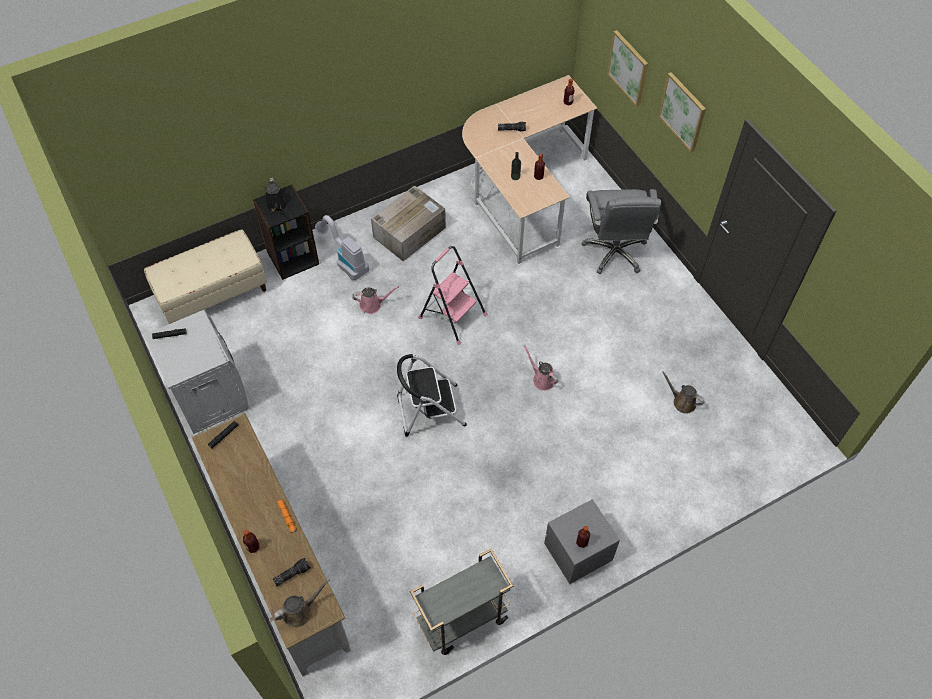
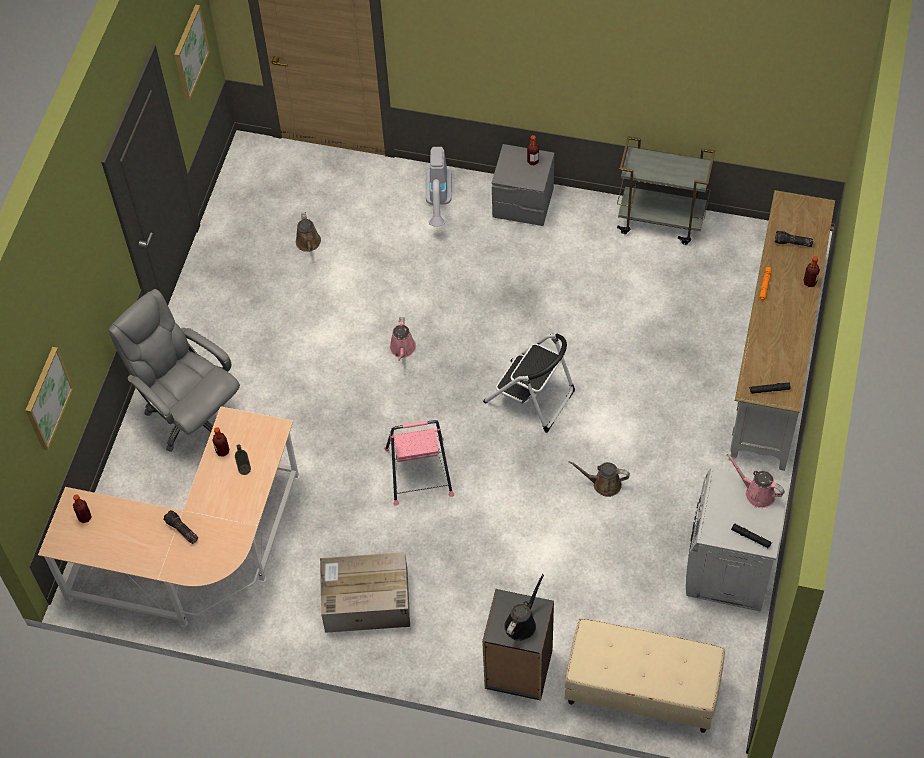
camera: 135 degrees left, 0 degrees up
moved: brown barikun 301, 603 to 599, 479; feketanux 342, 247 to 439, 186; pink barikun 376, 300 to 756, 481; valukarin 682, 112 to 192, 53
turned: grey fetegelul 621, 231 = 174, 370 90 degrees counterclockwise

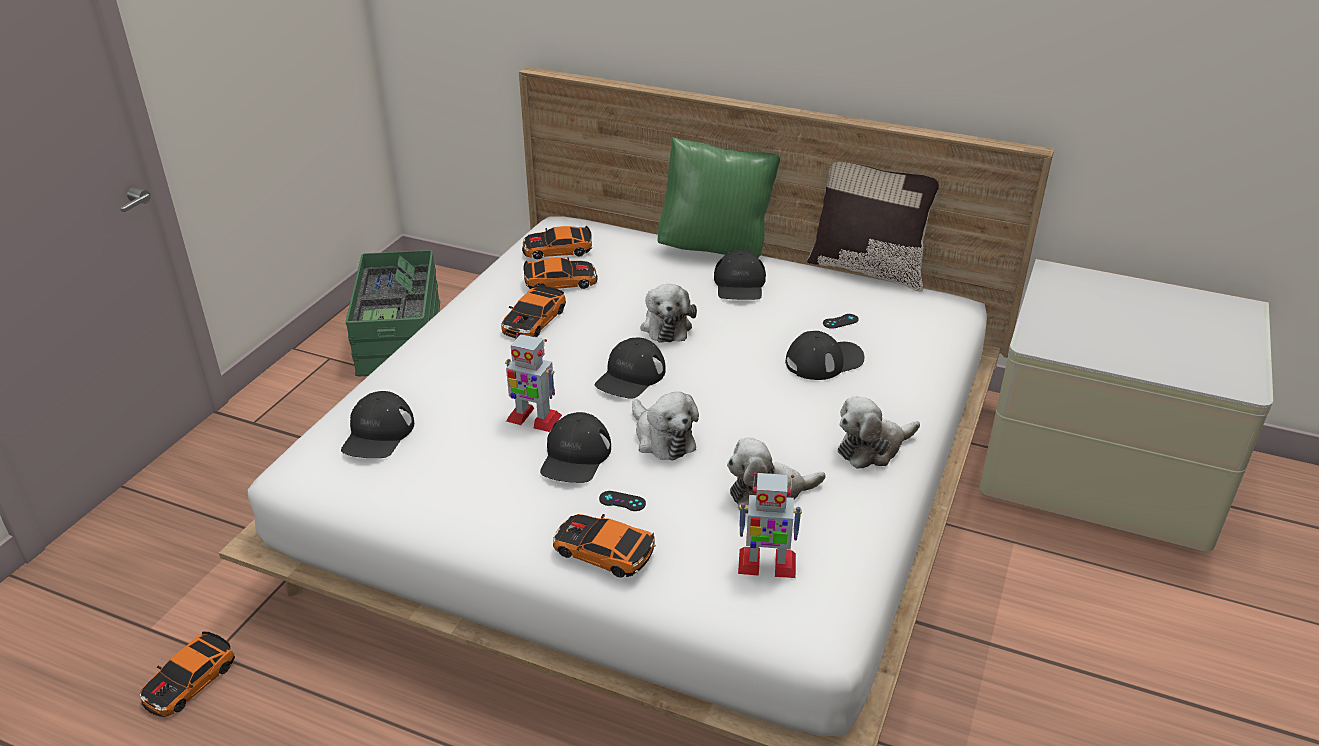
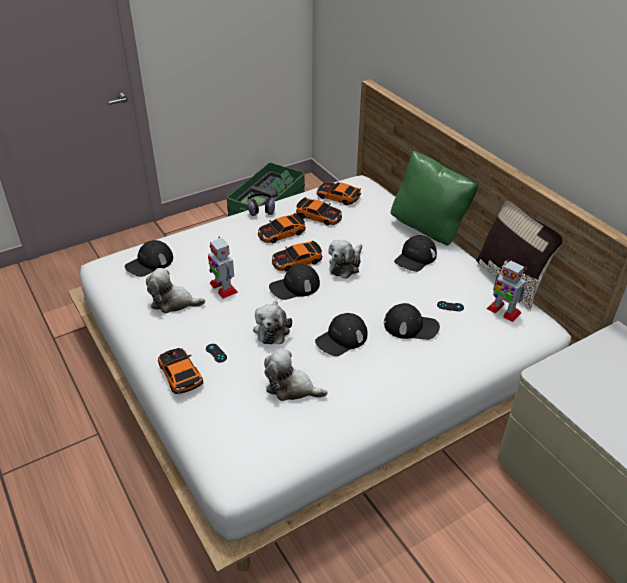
camera: 35 degrees right, 5 degrees up
added: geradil 261, 204
moved: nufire 187, 674 to 297, 256; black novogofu 575, 447 to 341, 334; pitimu 770, 525 to 507, 290; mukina 879, 432 to 175, 290

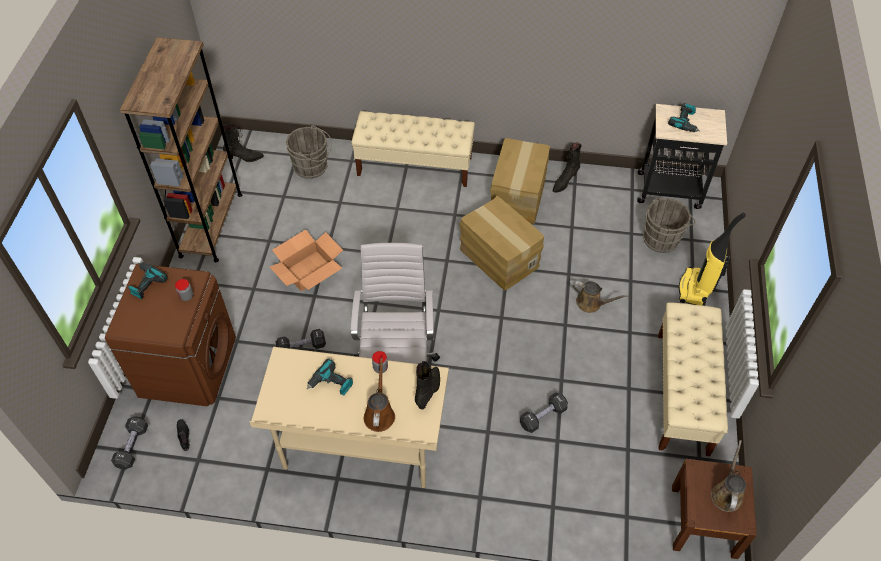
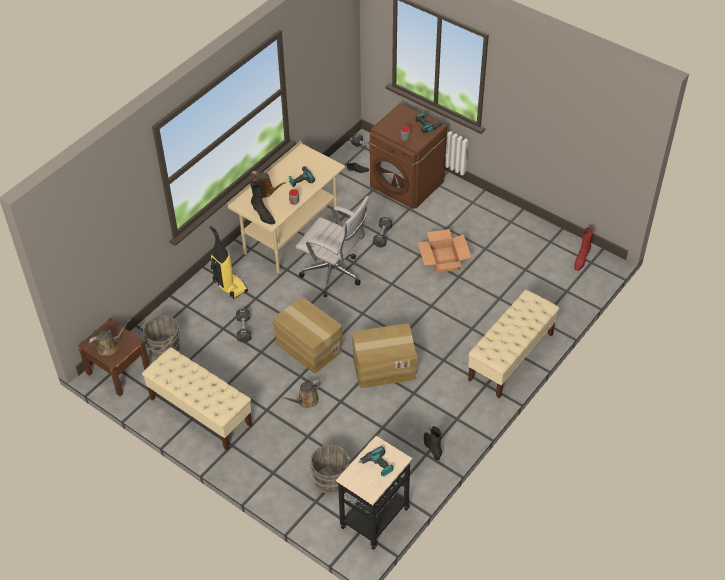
camera: 120 degrees right, 5 degrees down
removed: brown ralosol 181, 149
moved: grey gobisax 309, 152 to 160, 337; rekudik 520, 181 to 308, 334; feketanux 712, 259 to 228, 262
recoloured: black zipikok 243, 142 to red zipikok 583, 249
turned: brown barikun 728, 476 = 110, 337 75 degrees counterclockwise

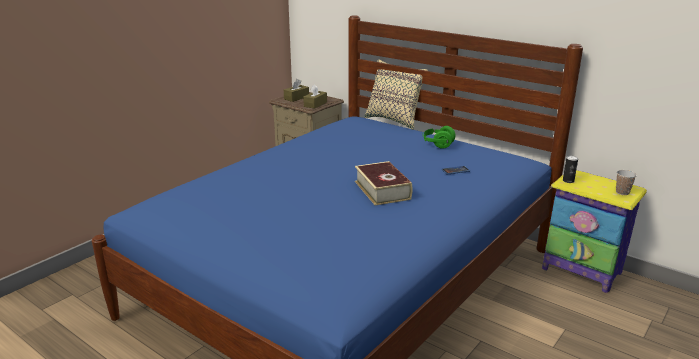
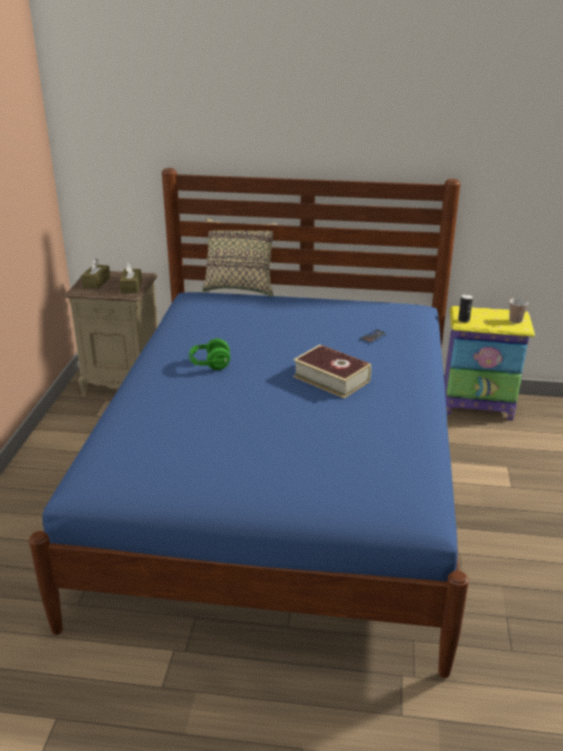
camera: 30 degrees left, 5 degrees up
moved: green geradil 439, 137 to 209, 354

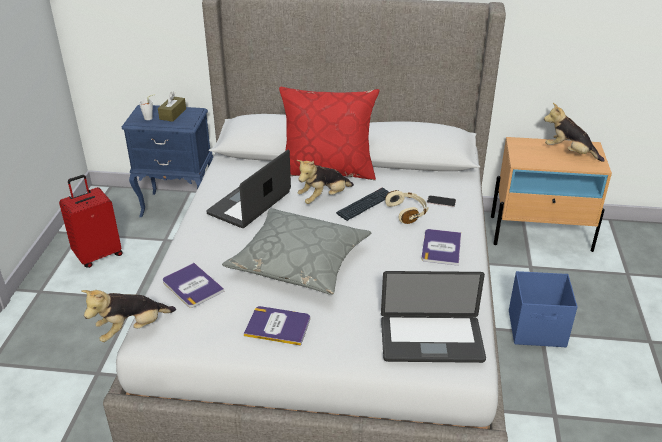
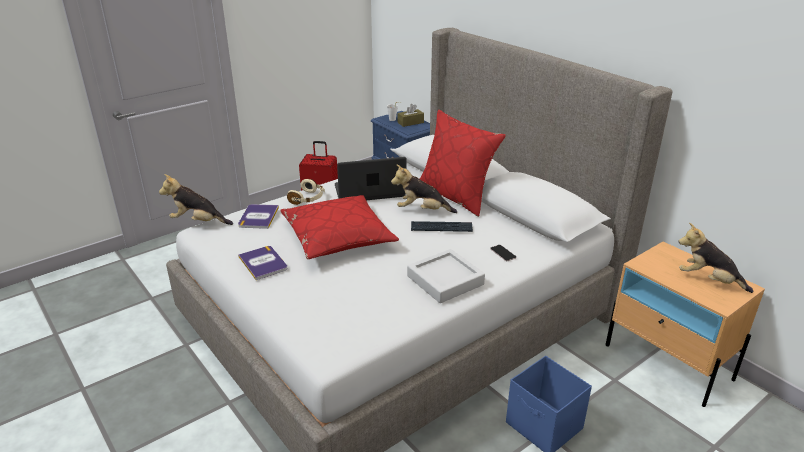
camera: 45 degrees right, 5 degrees down
removed: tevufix 433, 317
moved: beige geradil 406, 207 to 306, 192
replaced: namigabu 441, 247 to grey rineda 446, 276
recoloured: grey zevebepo 296, 251 to red zevebepo 339, 227
turned: mukina 574, 132 = 715, 258 45 degrees counterclockwise

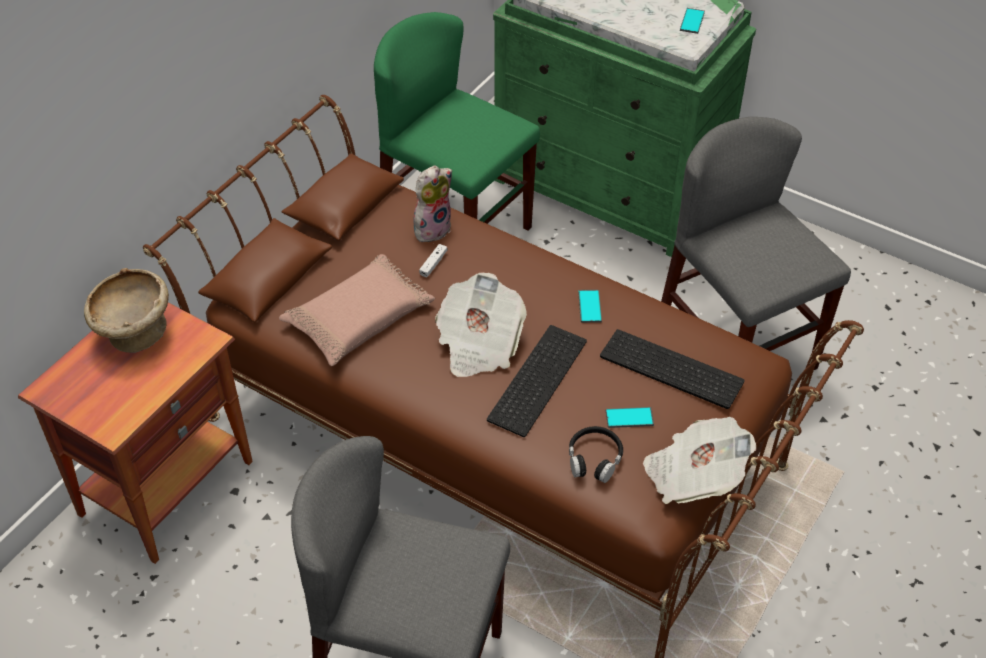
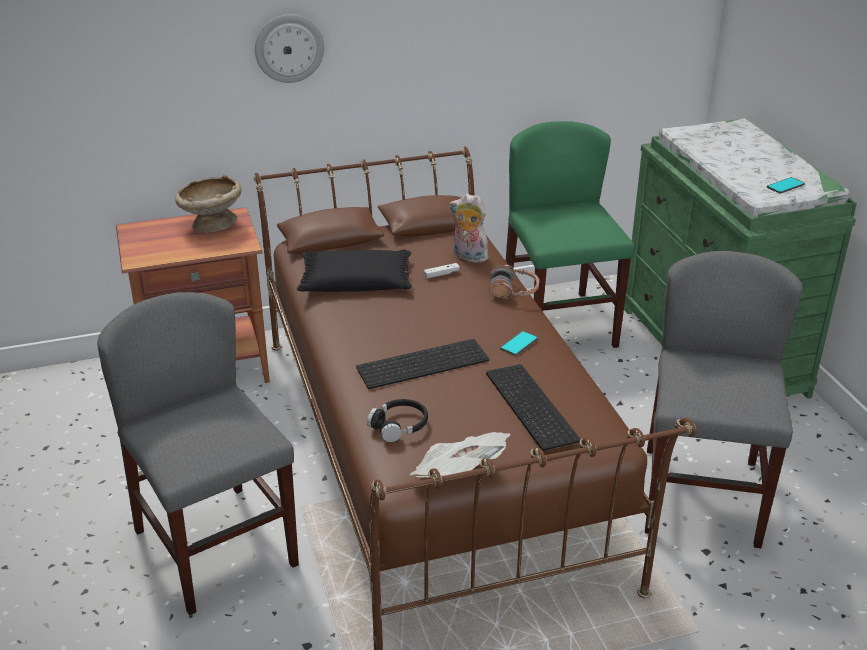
camera: 40 degrees right, 15 degrees down
removed: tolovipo 481, 324; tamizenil 630, 417
added: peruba 289, 48; geradil 514, 282
recoloured: beige zevebepo 357, 310 to black zevebepo 354, 270
turned: mukina 432, 204 = 469, 228 150 degrees counterclockwise

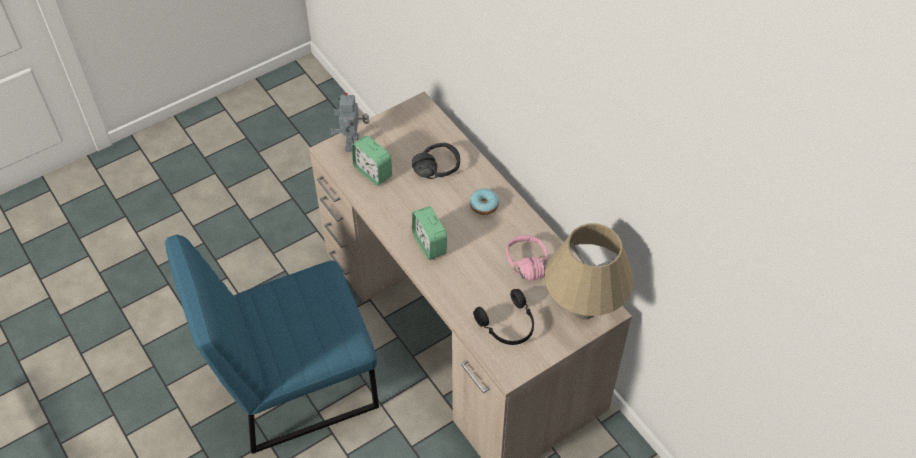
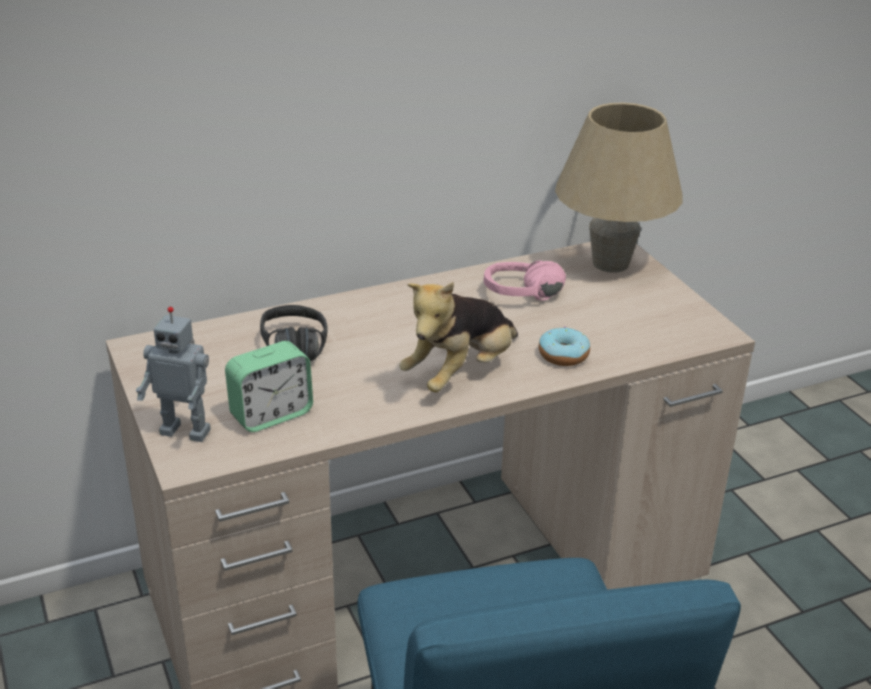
camera: 80 degrees left, 20 degrees down
removed: black geradil 503, 317
moved: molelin 484, 201 to 564, 346
replaced: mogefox 429, 233 to mukina 458, 337

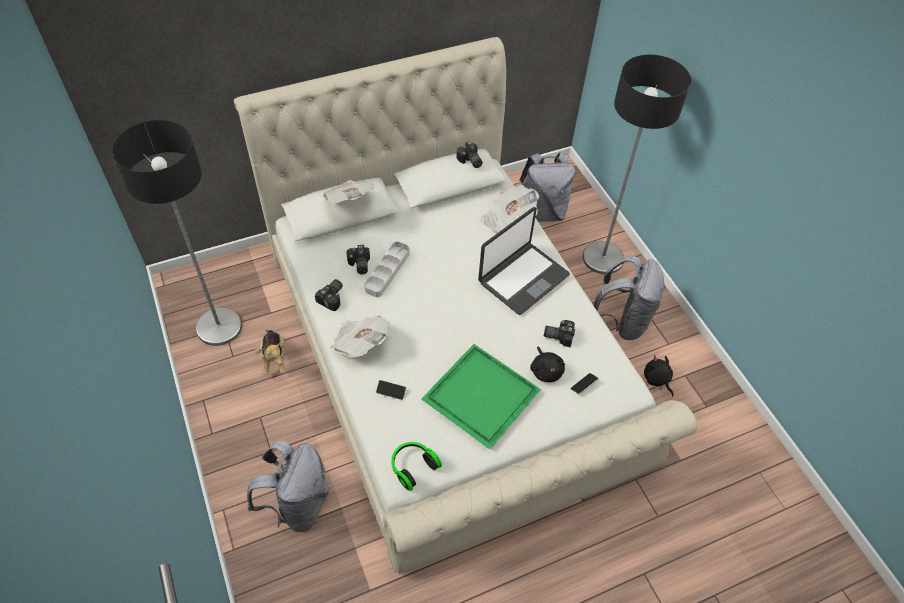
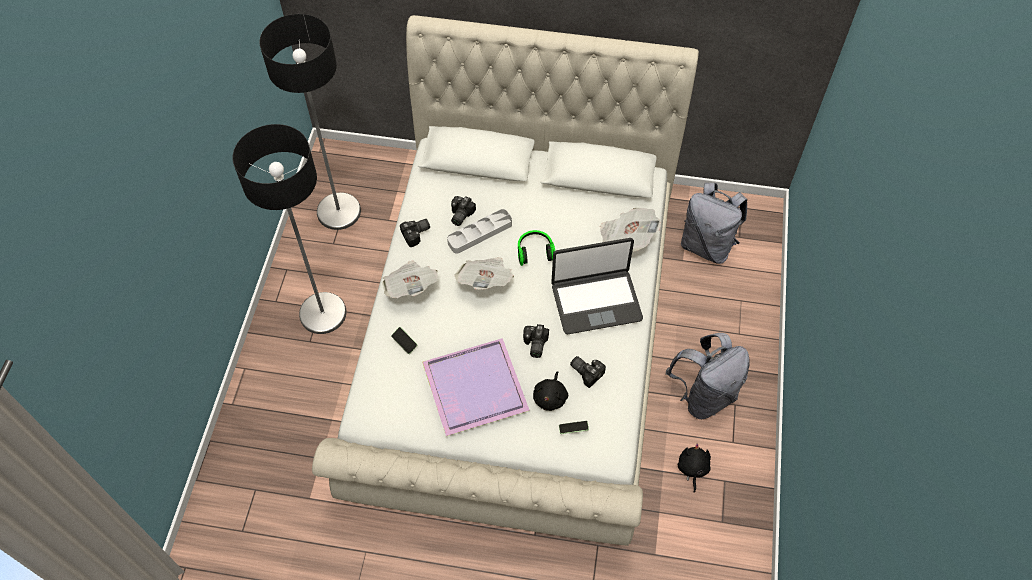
camera: 35 degrees right, 5 degrees up
removed: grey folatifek 288, 486; mukina 270, 352
moved: tolovipo 349, 191 to 484, 273; geradil 416, 466 to 536, 248; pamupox 469, 154 to 536, 341; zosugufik 637, 164 to 289, 229
recoloured: green rineda 481, 396 to purple rineda 476, 387

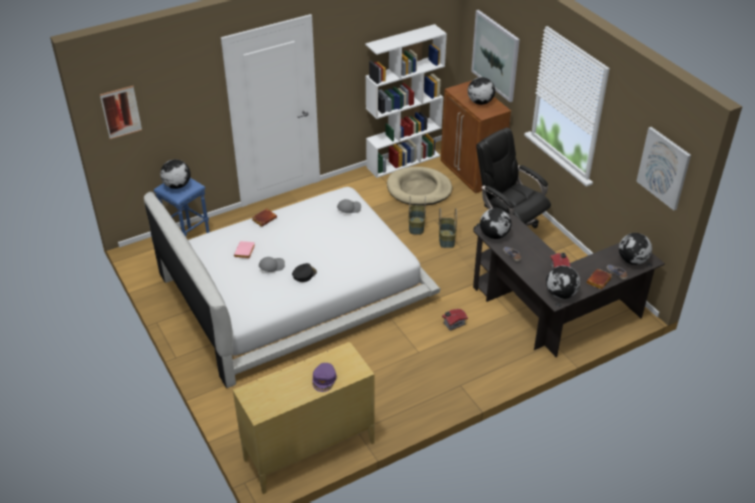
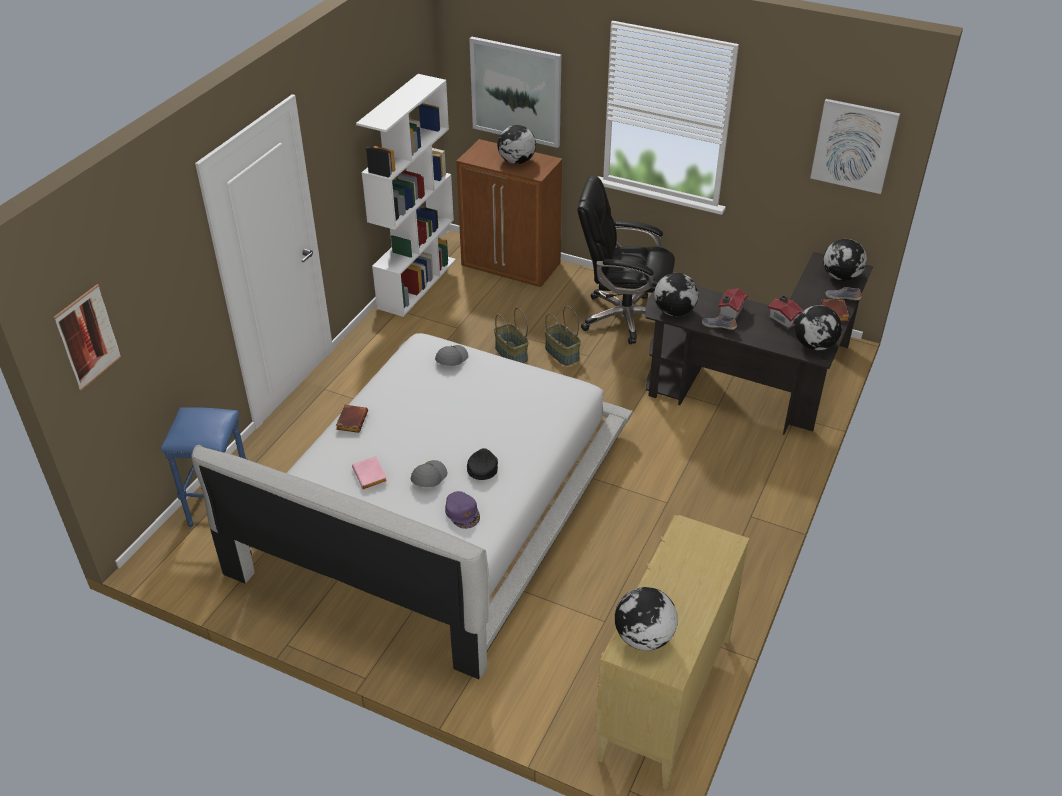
camera: 35 degrees left, 0 degrees up
removed: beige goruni 419, 186
moved: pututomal 175, 174 to 646, 619; purple novogofu 324, 377 to 462, 510; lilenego 455, 320 to 733, 304

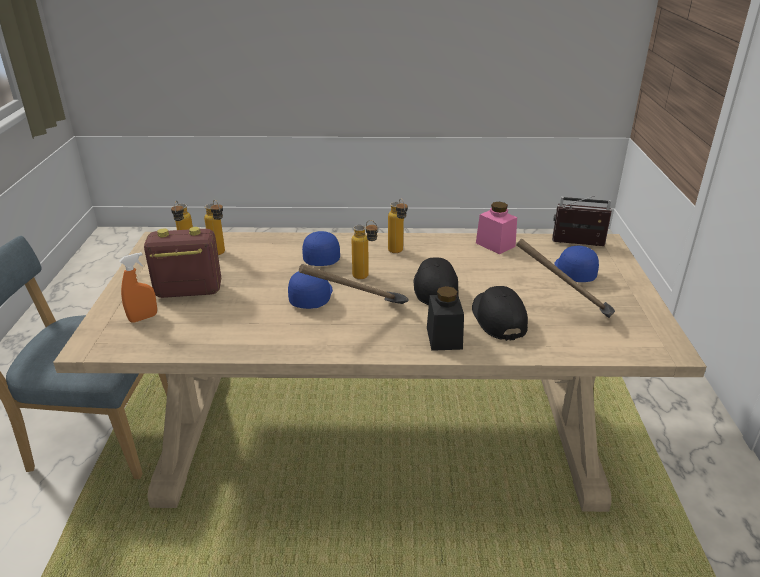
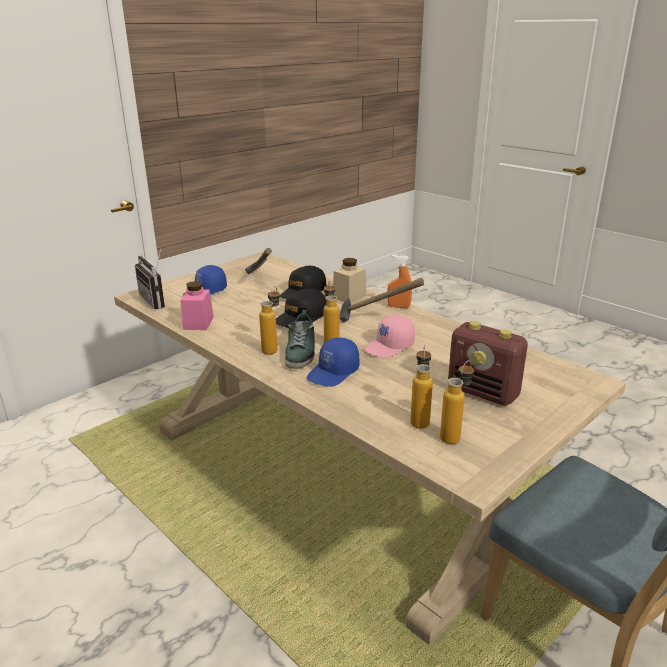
camera: 135 degrees left, 5 degrees down
added: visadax 300, 339
moved: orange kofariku 138, 287 to 399, 281
recoloured: blue novogofu 310, 290 to pink novogofu 389, 336; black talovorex 445, 318 to beige talovorex 350, 280

